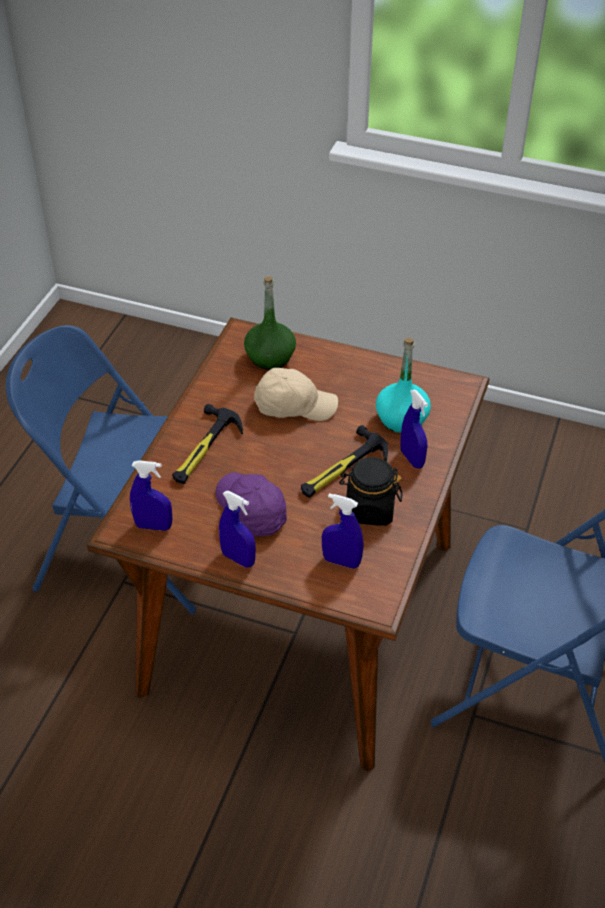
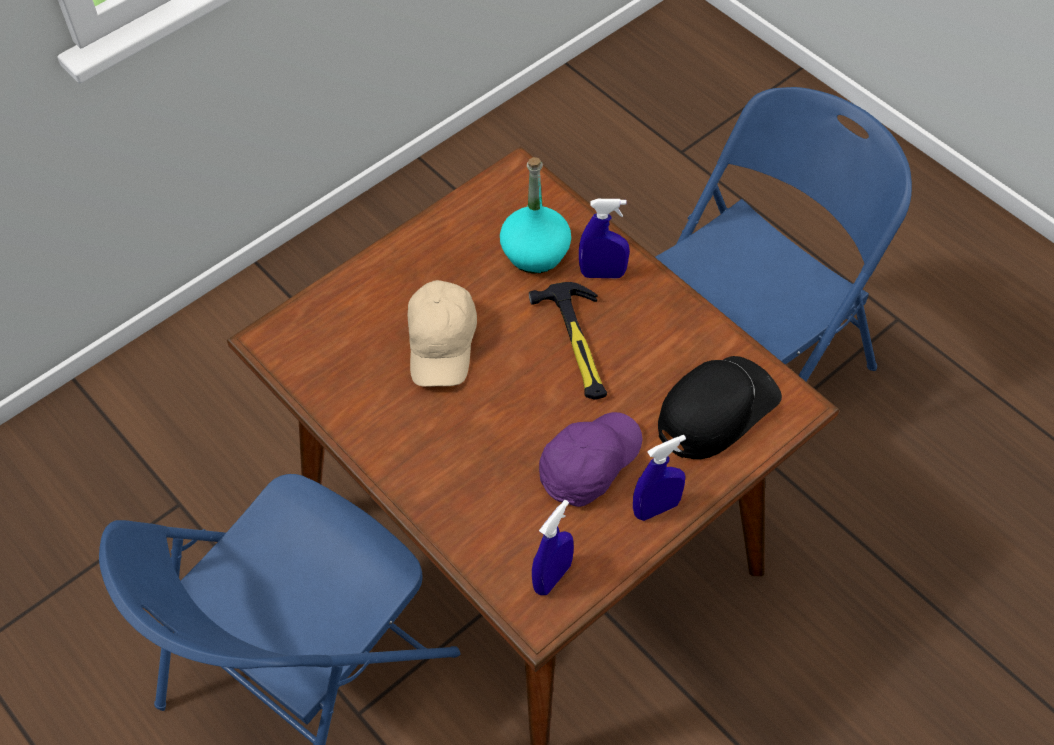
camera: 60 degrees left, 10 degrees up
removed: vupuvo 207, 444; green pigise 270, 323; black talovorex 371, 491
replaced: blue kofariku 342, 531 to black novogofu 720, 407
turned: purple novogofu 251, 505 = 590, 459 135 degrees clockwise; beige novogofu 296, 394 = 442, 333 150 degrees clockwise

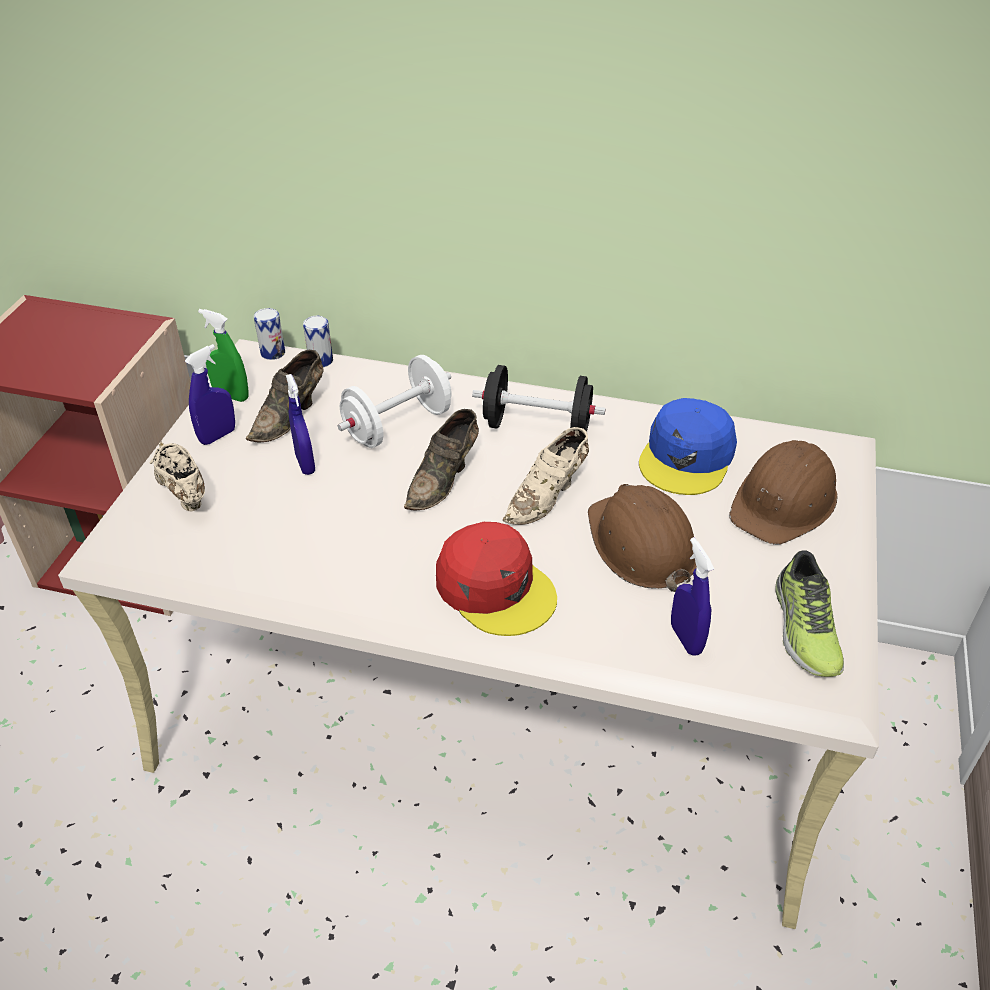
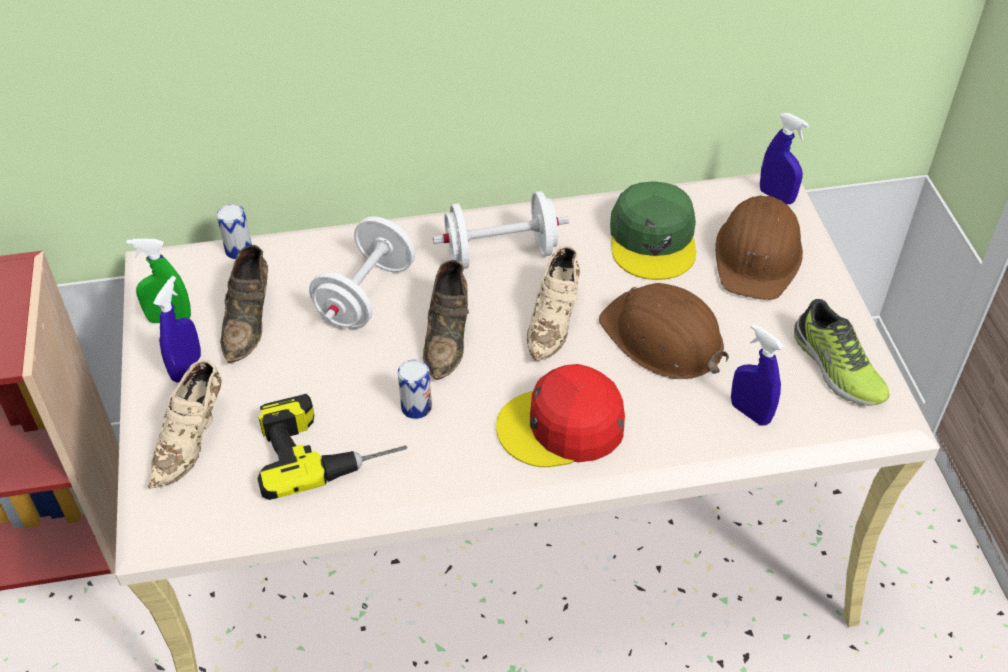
camera: 25 degrees left, 5 degrees up
added: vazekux 332, 447
moved: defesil 269, 334 to 415, 389; blue kofariku 300, 424 to 785, 158
recoloured: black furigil 539, 398 to white furigil 501, 230; blue novogofu 688, 446 to green novogofu 653, 230
turned: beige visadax 177, 476 = 185, 424 105 degrees counterclockwise; red novogofu 496, 579 = 560, 415 150 degrees clockwise

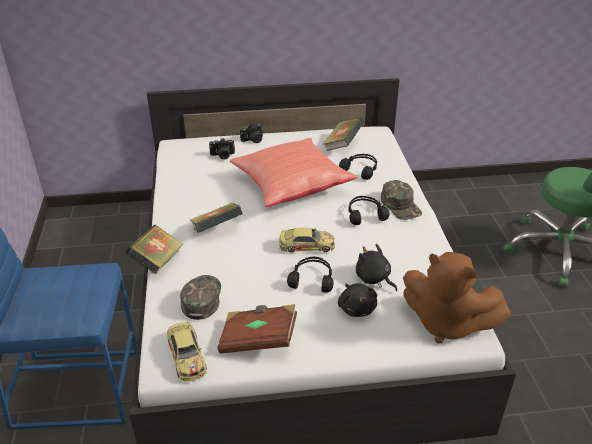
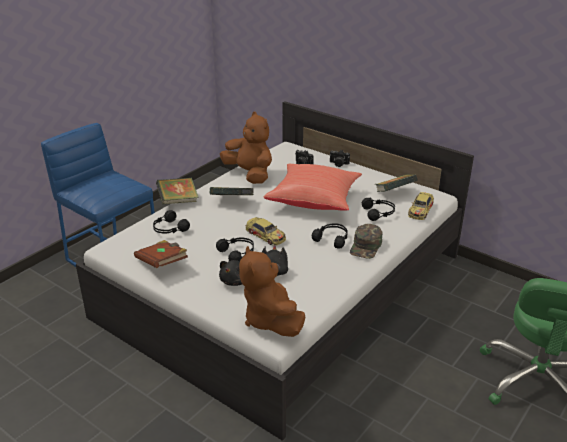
camera: 45 degrees right, 5 degrees down
added: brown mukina 246, 148
moved: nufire 187, 352 to 421, 206
replaced: green novogofu 200, 297 to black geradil 171, 221

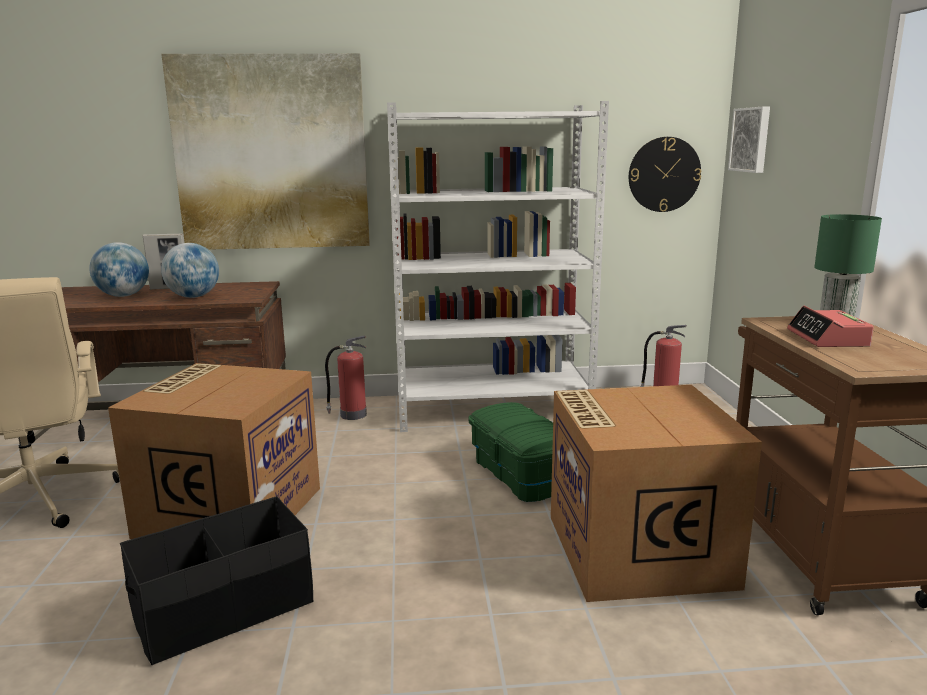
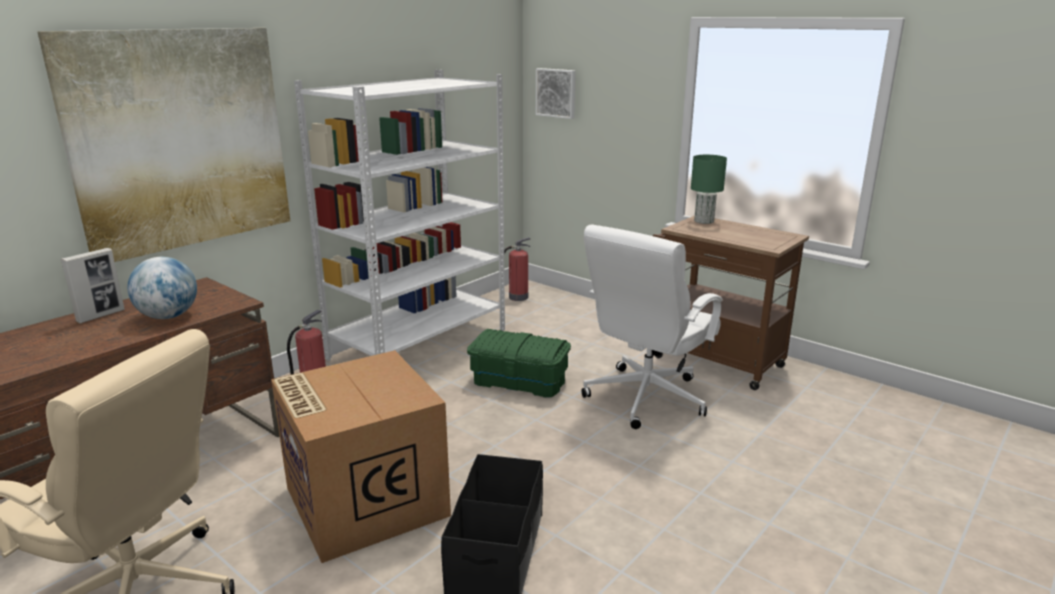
camera: 45 degrees left, 5 degrees up
removed: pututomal 119, 269; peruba 665, 174; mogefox 830, 326
replaced: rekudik 656, 493 to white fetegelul 652, 326

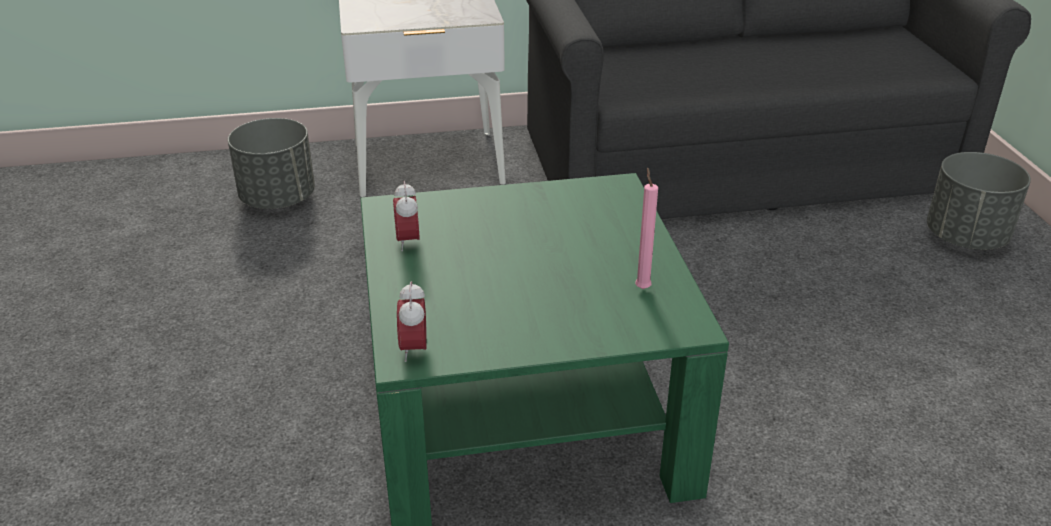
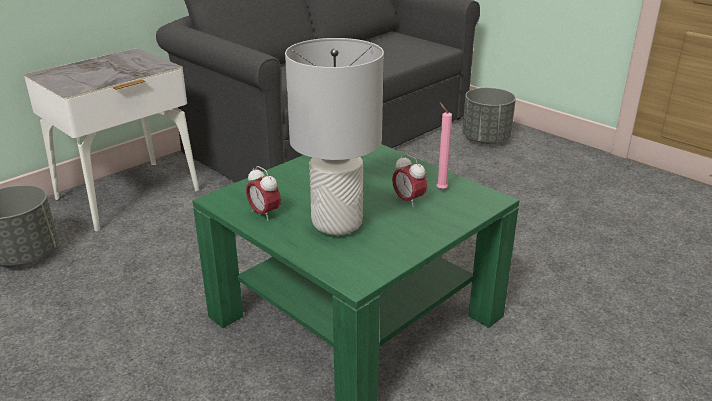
camera: 35 degrees left, 5 degrees down
added: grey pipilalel 334, 137
moved: mogefox 412, 321 to 409, 181

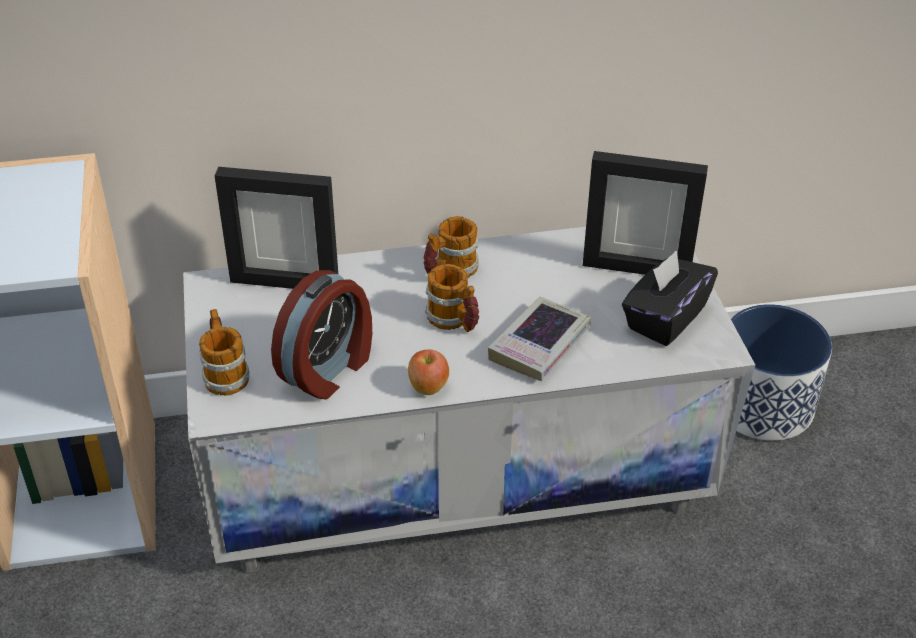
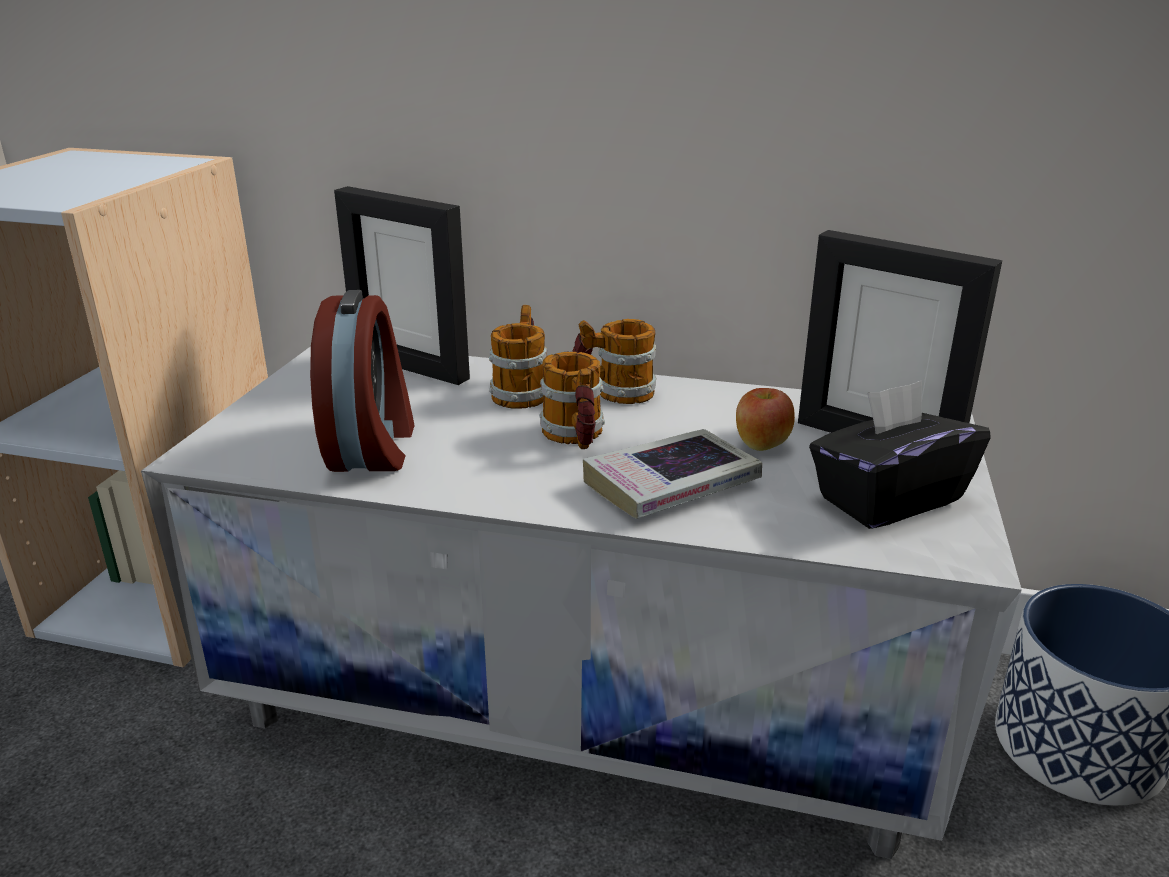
camera: 25 degrees right, 15 degrees down
moved: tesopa 224, 352 to 518, 357; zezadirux 428, 372 to 765, 419
turned: mogefox 321, 335 = 362, 381 60 degrees counterclockwise

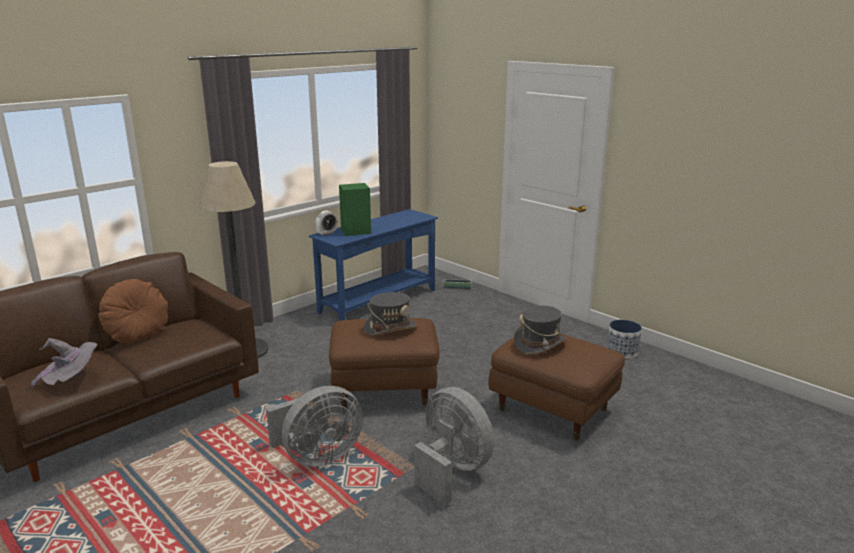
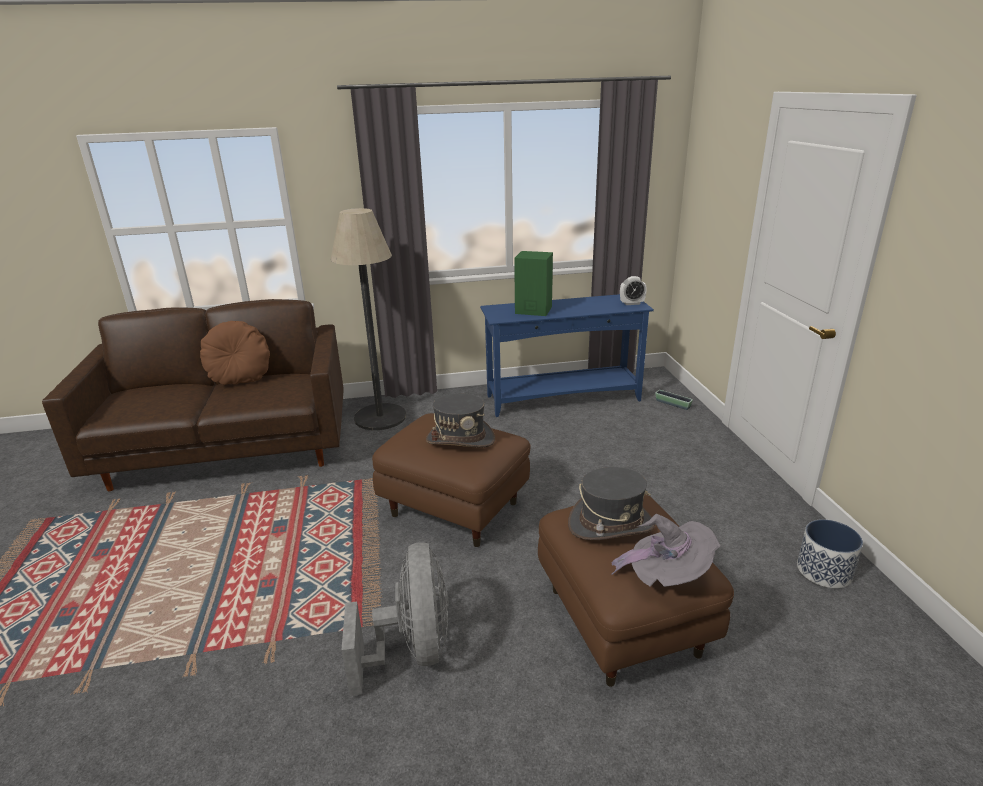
camera: 35 degrees right, 5 degrees up
removed: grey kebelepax 314, 426
moved: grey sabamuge 64, 364 to 666, 550; mogefox 326, 223 to 633, 290

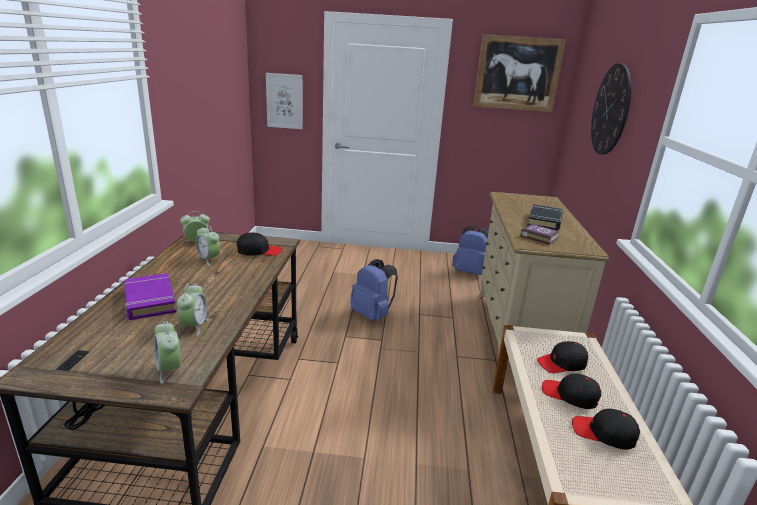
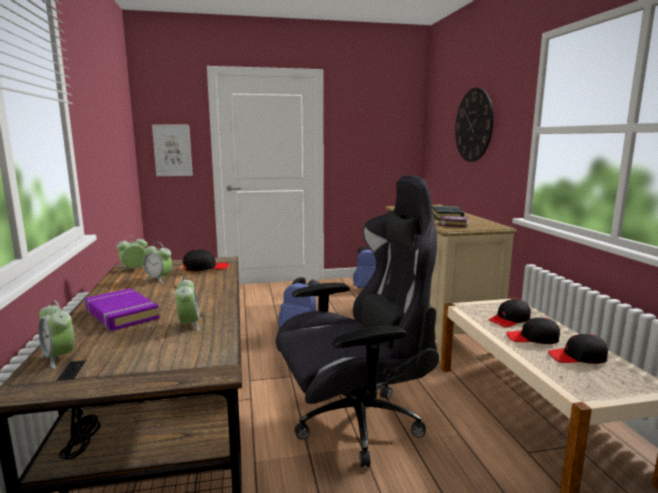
camera: 15 degrees left, 10 degrees down
removed: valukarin 519, 73
added: black fetegelul 357, 321
moved: mogefox 167, 352 to 56, 334

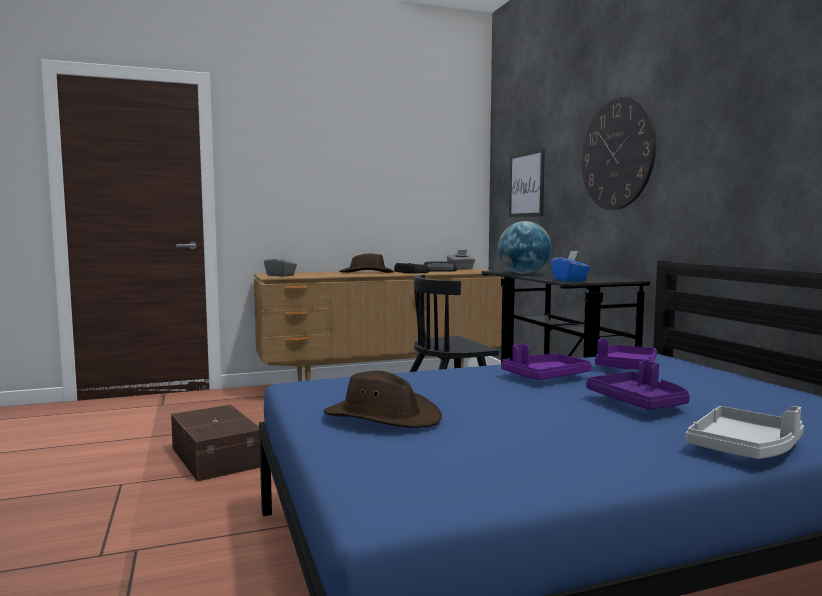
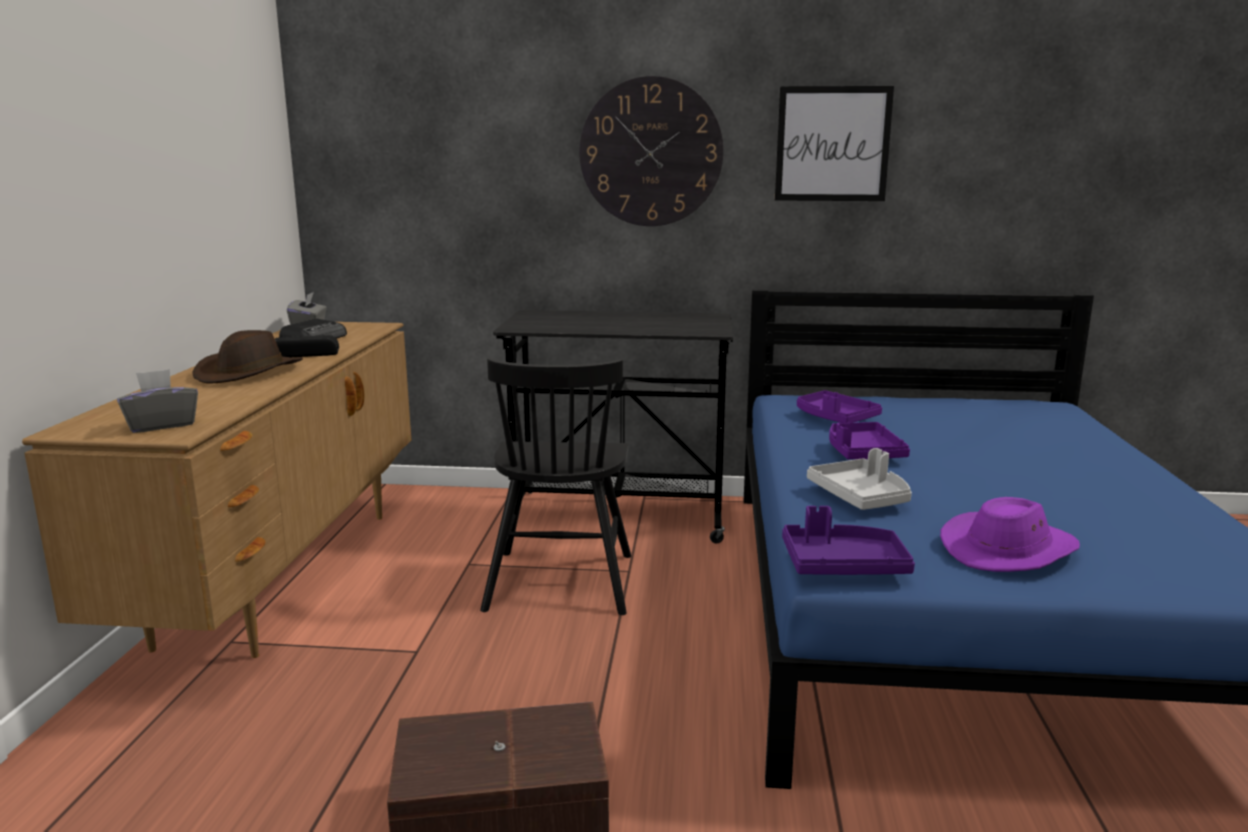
camera: 65 degrees left, 10 degrees up
removed: pututomal 525, 247; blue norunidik 570, 266
moved: valukarin 527, 182 to 834, 143; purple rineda 638, 385 to 848, 540; grey rineda 745, 432 to 859, 479
recoloured: brown sabamuge 382, 399 to purple sabamuge 1010, 534

